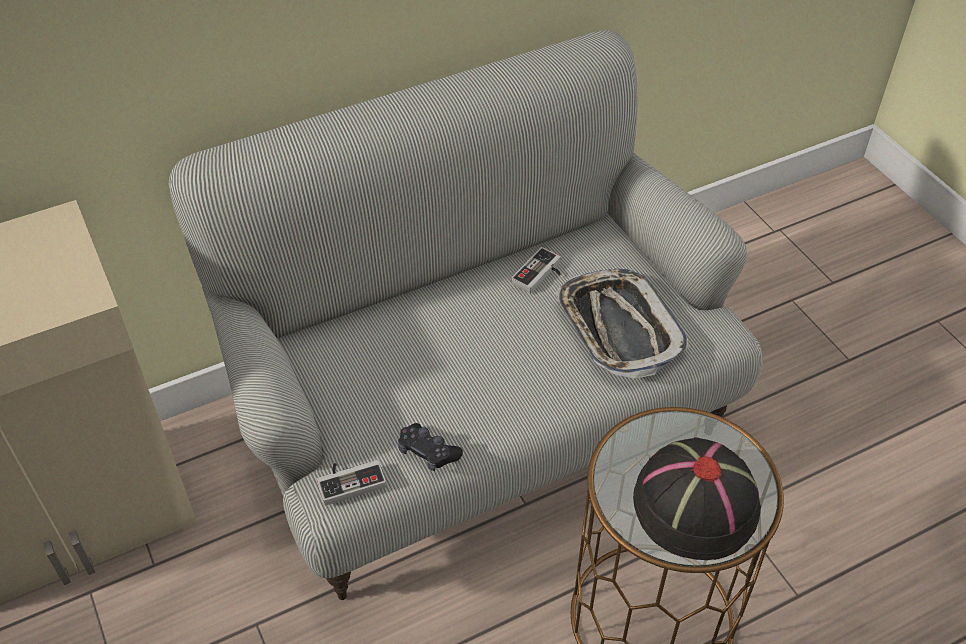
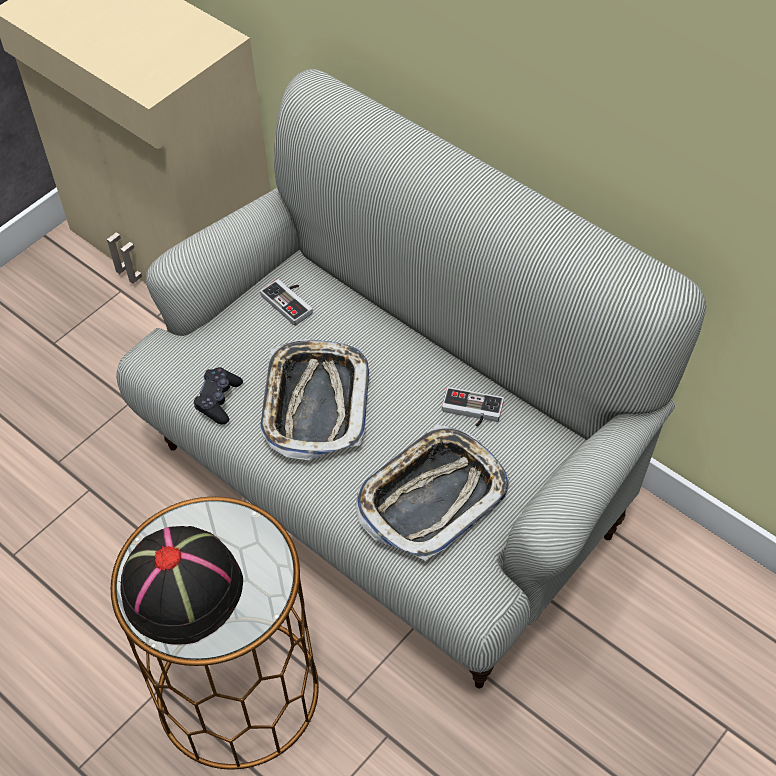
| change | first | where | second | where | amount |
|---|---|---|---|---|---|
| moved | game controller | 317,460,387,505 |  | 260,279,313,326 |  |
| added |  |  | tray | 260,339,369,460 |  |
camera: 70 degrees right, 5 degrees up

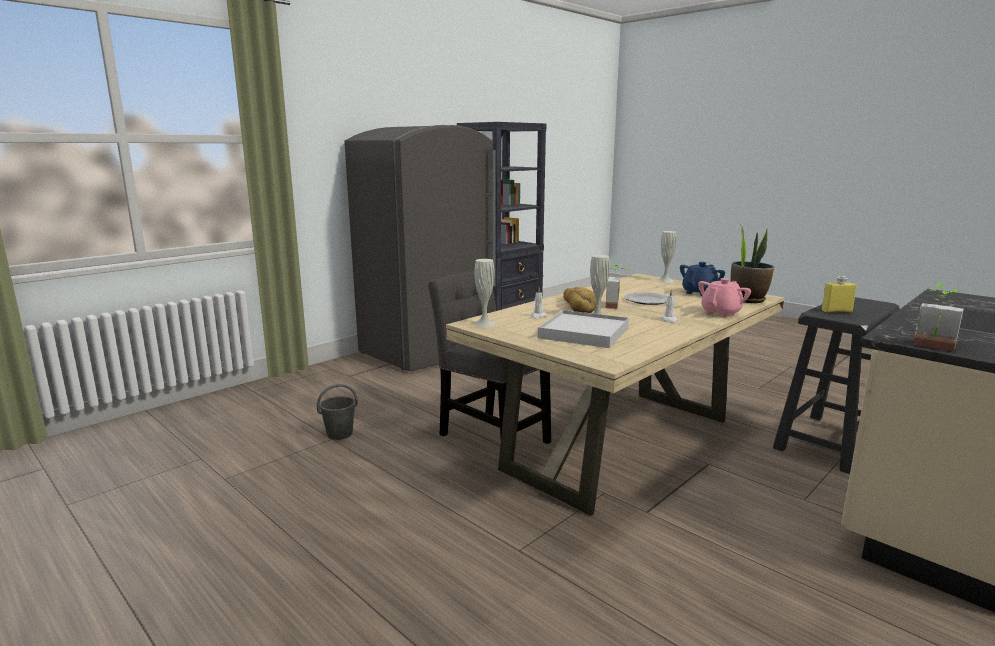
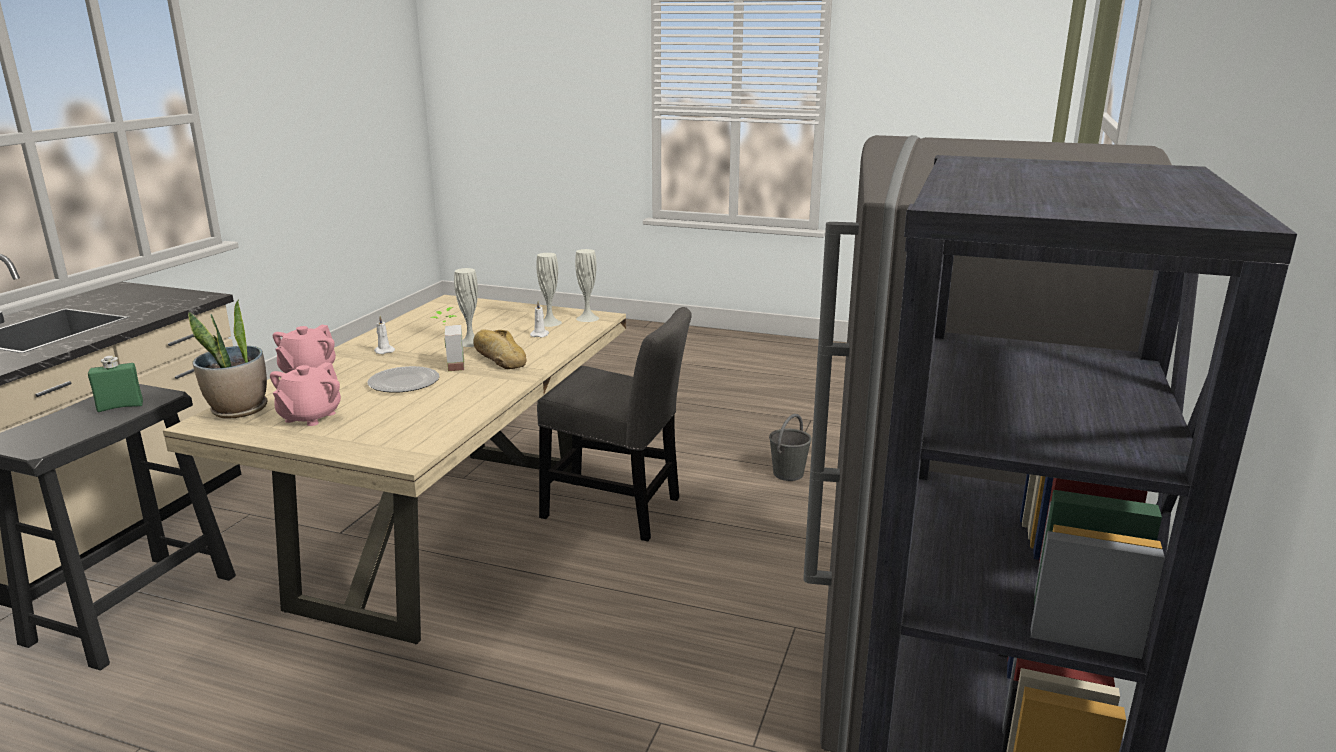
| change | first | where | second | where | amount |
|---|---|---|---|---|---|
| moved | vase/white | 657,231,677,283 |  | 536,253,562,327 |  |
| recoloured | teapot/blue | 680,262,725,296 | teapot/pink | 270,362,341,426 |  |
| recoloured | bottle/yellow | 822,276,857,312 | bottle/green | 88,356,143,412 |  |
| removed | potted plant | 913,283,964,351 |  |  |  |
| removed | tray/white | 538,310,629,348 |  |  |  |
camera: 155 degrees right, 5 degrees up

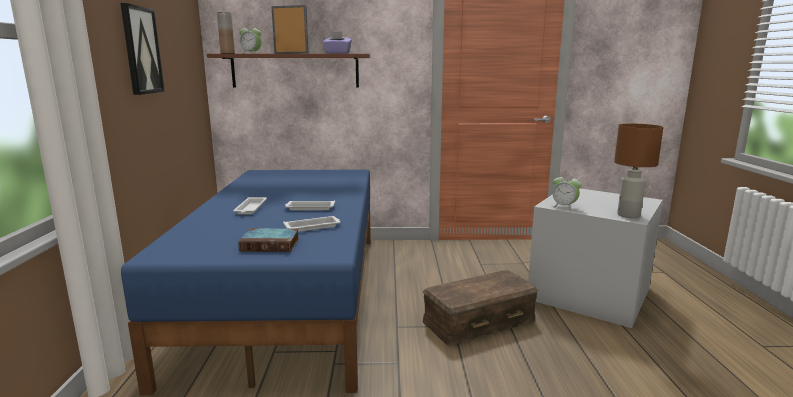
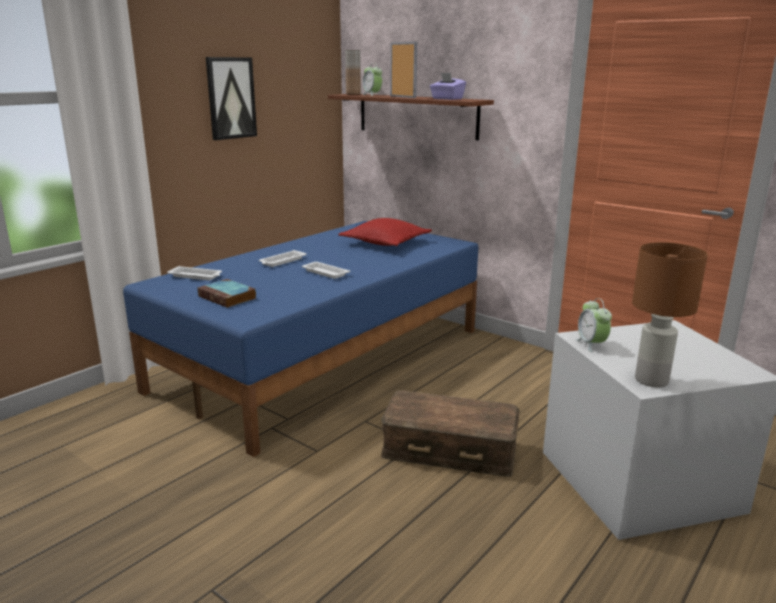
| change | first | where | second | where | amount |
|---|---|---|---|---|---|
| moved | tray/white | 283,216,340,232 |  | 167,266,222,281 |  |
| added |  |  | pillow/red | 338,218,432,246 |  |
camera: 40 degrees right, 5 degrees up

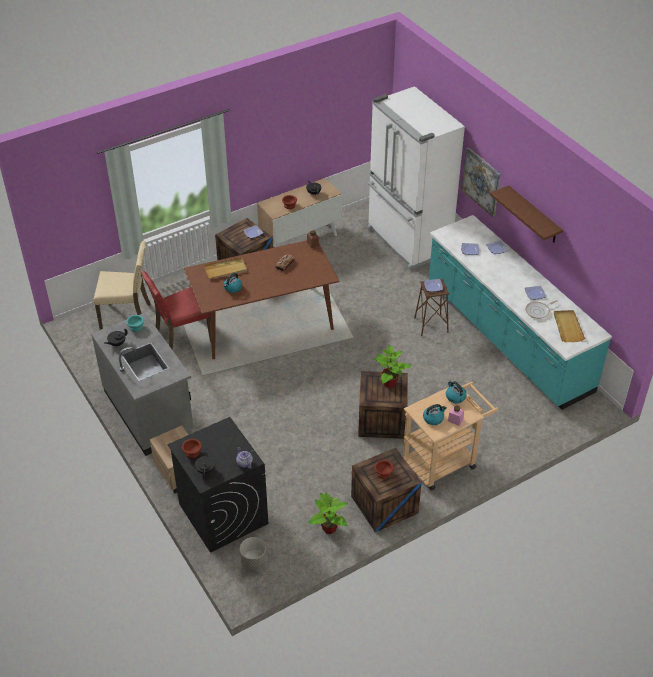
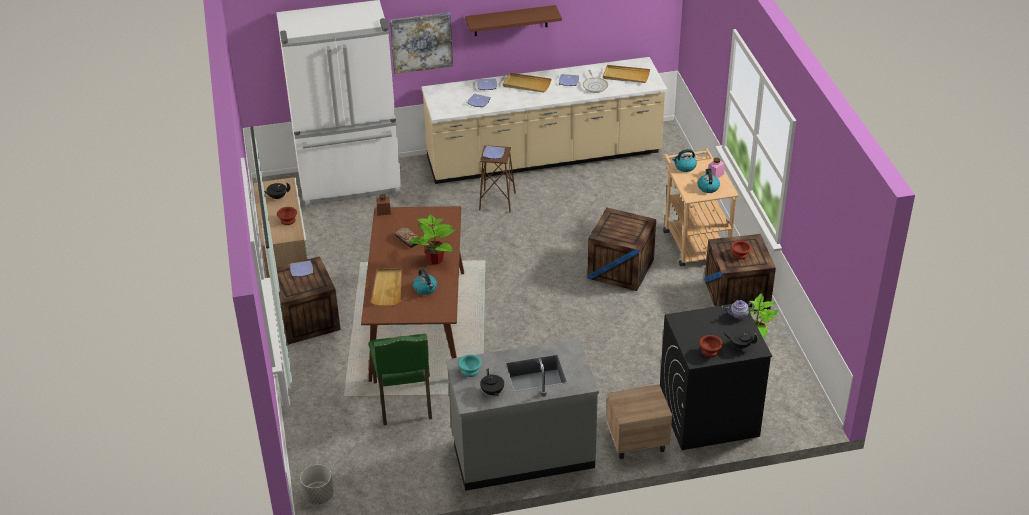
| change | first | where | second | where | amount |
|---|---|---|---|---|---|
| recoloured | counter/turquoise | 429,215,612,410 | counter/beige | 422,57,667,184 |  |
| removed | chair/beige | 93,241,151,330 |  |  |  |
| recoloured | chair/red | 141,271,211,349 | chair/green | 369,334,432,425 |  |
| moved | potted plant | 374,345,412,388 |  | 409,214,456,264 |  |
| moved | planter/grey | 240,537,267,571 |  | 300,465,334,505 |  |
| added |  |  | tray/beige | 503,73,552,93 |  |
camera: 70 degrees left, 5 degrees down

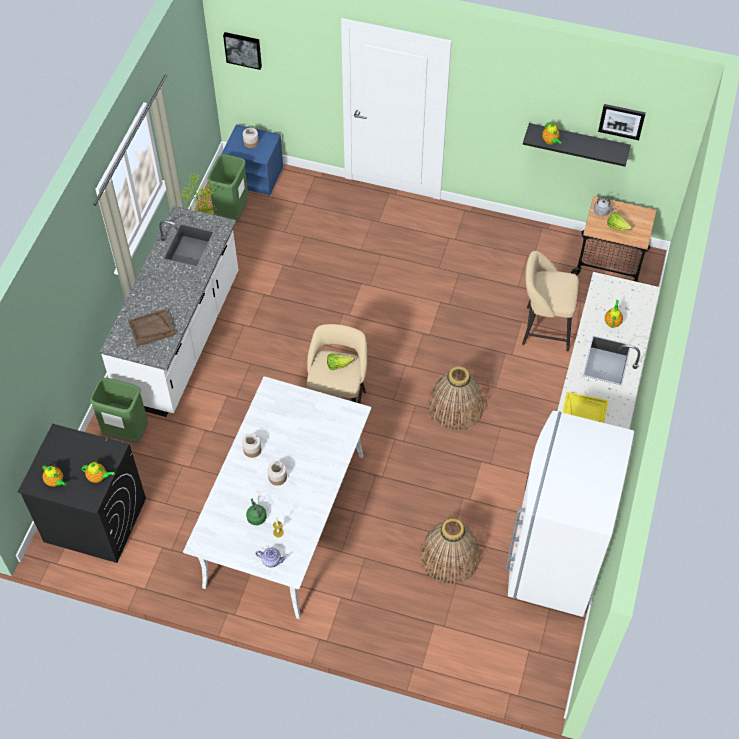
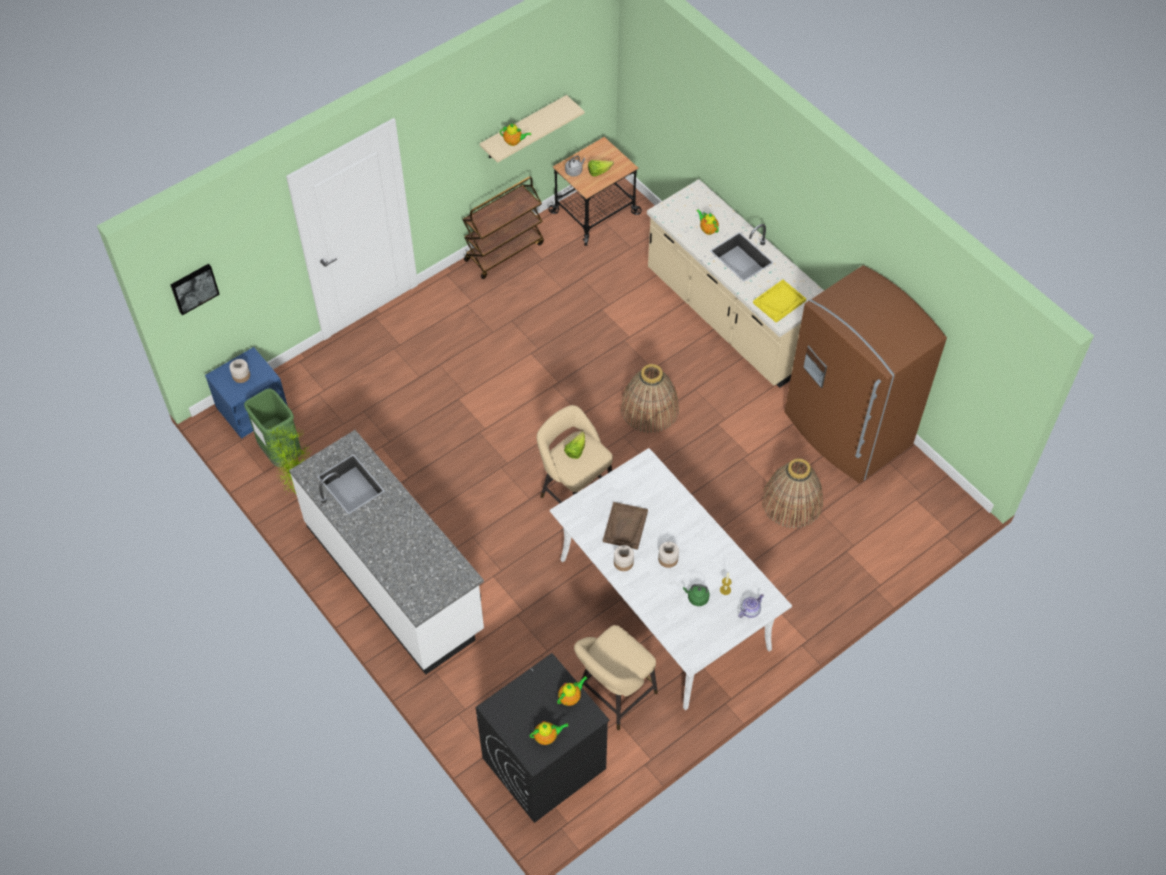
| change | first | where | second | where | amount |
|---|---|---|---|---|---|
| removed | picture | 598,104,646,140 |  |  |  |
| recoloured | shelf/black | 523,123,631,167 | shelf/beige | 480,95,585,163 |  |
| moved | stool/beige | 522,251,578,351 |  | 574,625,658,730 |  |
| moved | tray/brown | 128,309,176,347 |  | 603,502,648,550 |  |
| removed | trash can/green | 90,378,148,443 |  |  |  |
| recoloured | fridge/white | 506,411,634,617 | fridge/brown | 784,265,947,483 |  |
| added |  |  | cart/brown | 463,177,544,279 |  |
camera: 55 degrees left, 0 degrees up

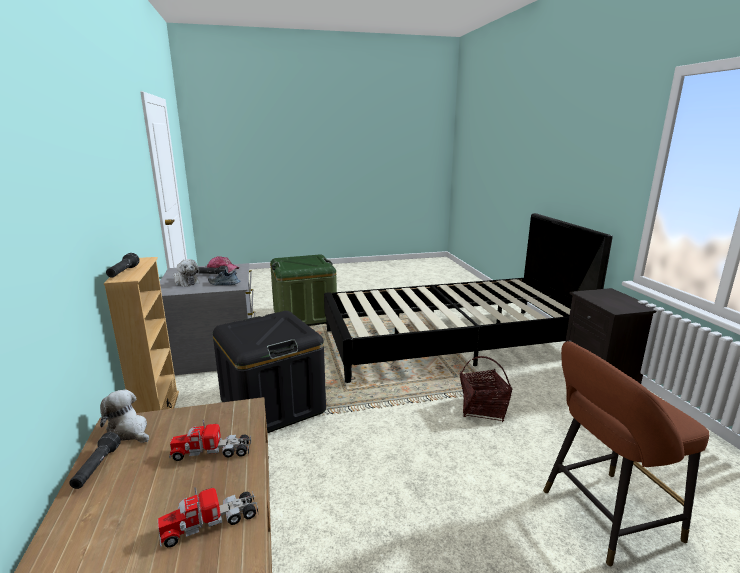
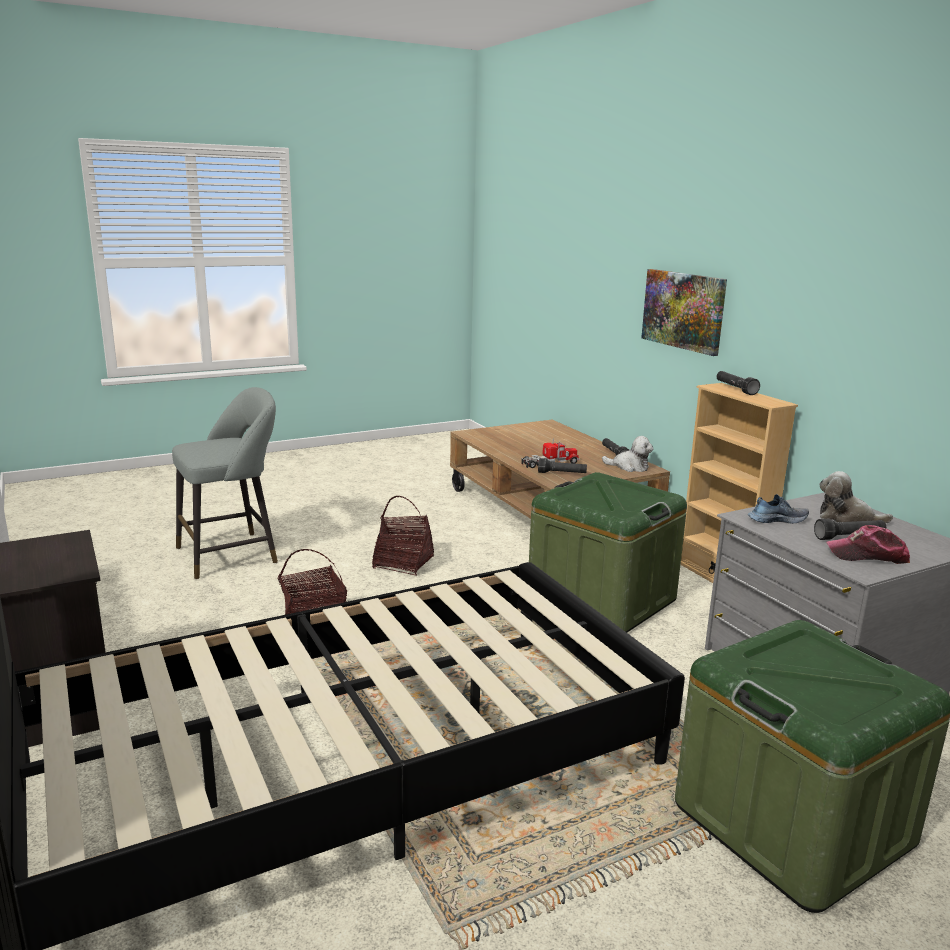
| change | first | where | second | where | amount |
|---|---|---|---|---|---|
| recoloured | storage box/black | 213,311,326,433 | storage box/green | 529,472,687,633 |  |
| recoloured | stool/brown | 543,341,709,566 | stool/grey | 172,387,278,579 |  |
| removed | toy truck | 158,487,258,547 |  |  |  |
| added |  |  | picture | 641,269,727,356 |  |
| added |  |  | flashlight/black | 538,458,587,473 |  |
| added |  |  | basket | 372,496,434,576 |  |
camera: 165 degrees right, 0 degrees up

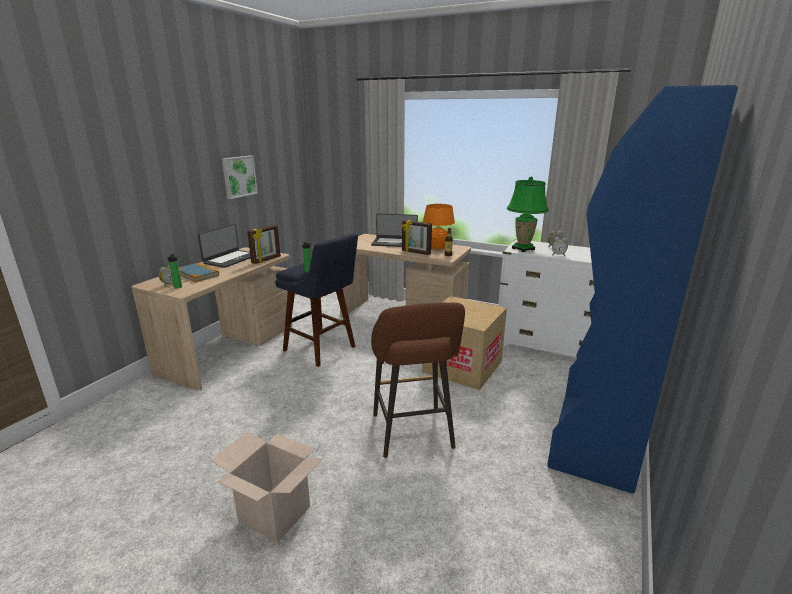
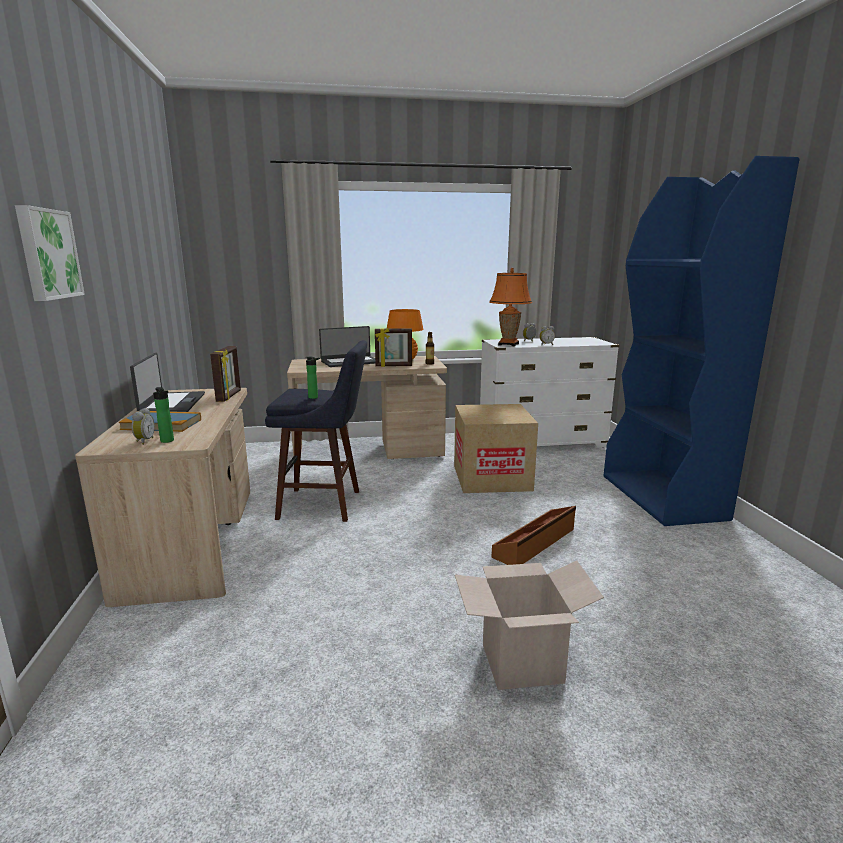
| change | first | where | second | where | amount |
|---|---|---|---|---|---|
| moved | picture | 222,156,258,199 |  | 15,205,85,301 |  |
| recoloured | table lamp/green | 507,177,549,252 | table lamp/orange | 490,268,532,346 |  |
| replaced | stool/brown | 371,303,465,458 | storage box/brown | 491,506,576,565 |  |
camera: 35 degrees left, 5 degrees down

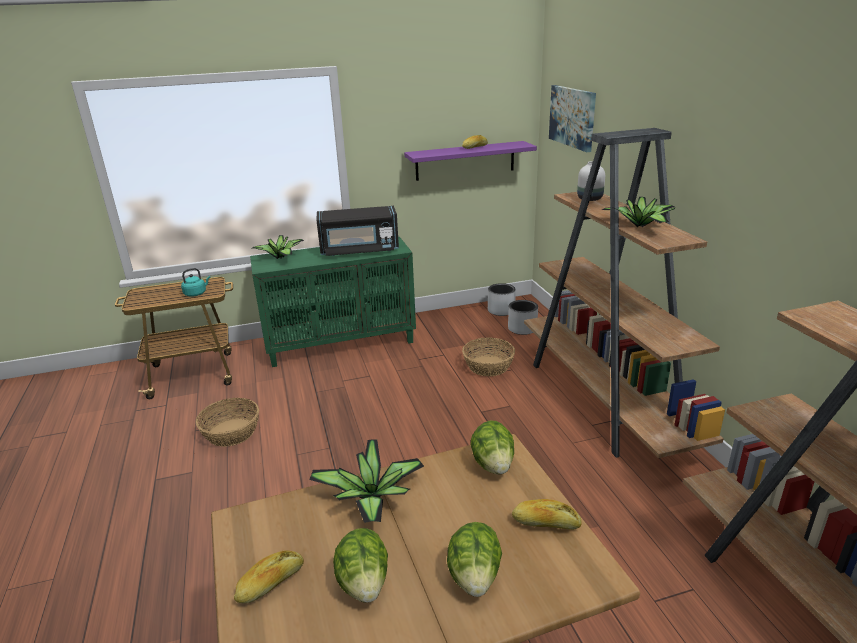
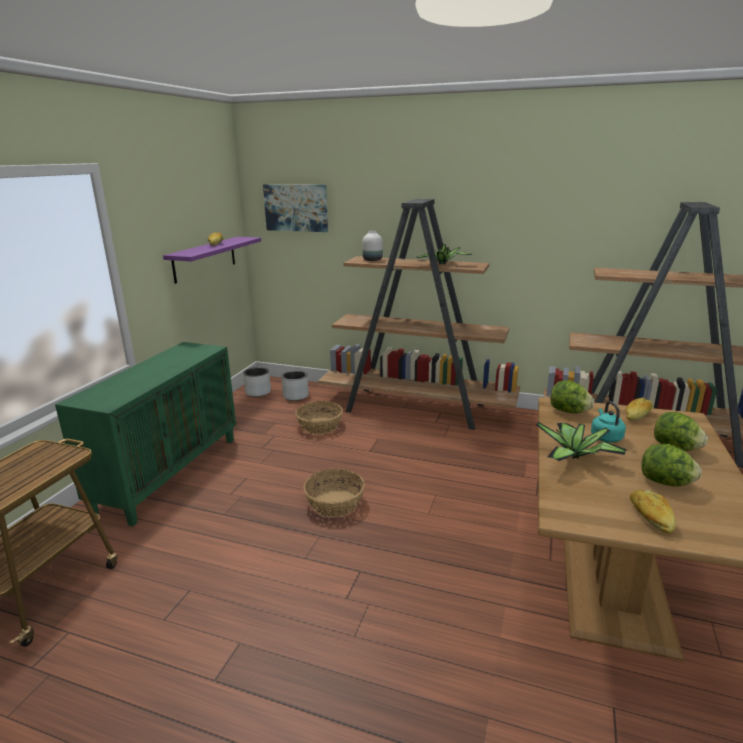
| change | first | where | second | where | amount |
|---|---|---|---|---|---|
| removed | microwave/black | 316,206,399,256 |  |  |  |
| removed | potted plant | 251,235,304,259 |  |  |  |
| moved | kettle/turquoise | 181,268,210,297 |  | 591,401,626,443 |  |
| moved | basket | 196,398,259,447 |  | 303,468,365,517 |  |
camera: 55 degrees left, 5 degrees down

